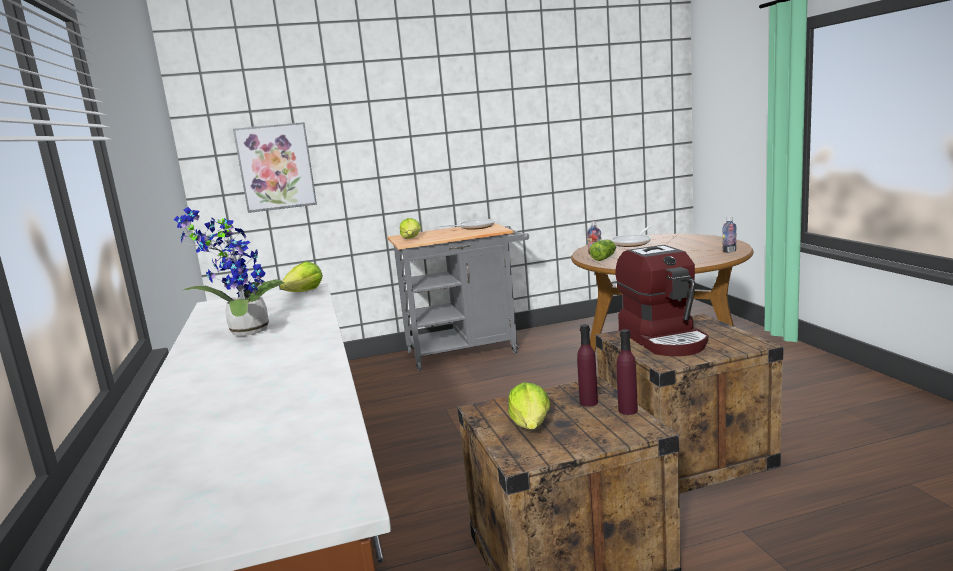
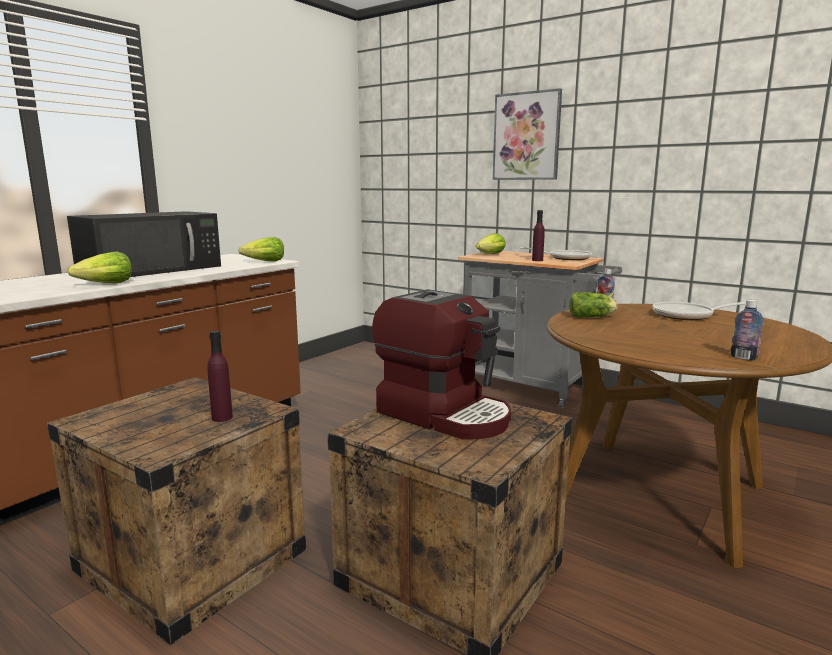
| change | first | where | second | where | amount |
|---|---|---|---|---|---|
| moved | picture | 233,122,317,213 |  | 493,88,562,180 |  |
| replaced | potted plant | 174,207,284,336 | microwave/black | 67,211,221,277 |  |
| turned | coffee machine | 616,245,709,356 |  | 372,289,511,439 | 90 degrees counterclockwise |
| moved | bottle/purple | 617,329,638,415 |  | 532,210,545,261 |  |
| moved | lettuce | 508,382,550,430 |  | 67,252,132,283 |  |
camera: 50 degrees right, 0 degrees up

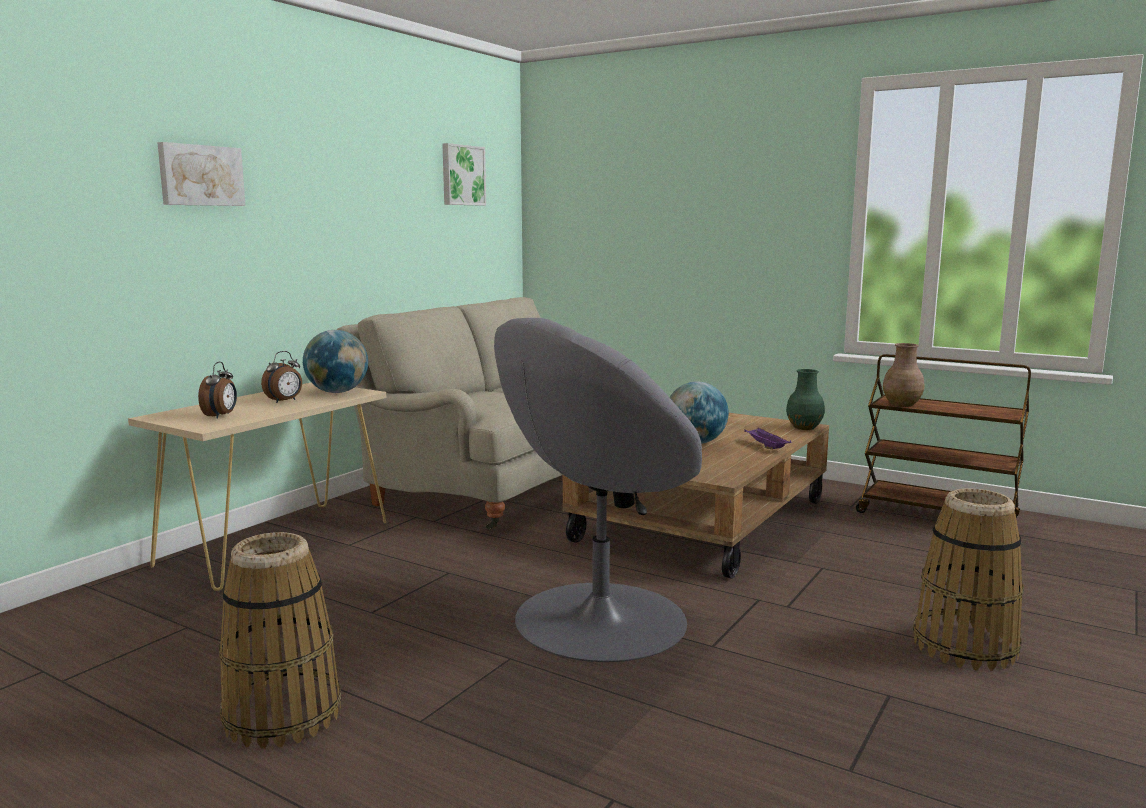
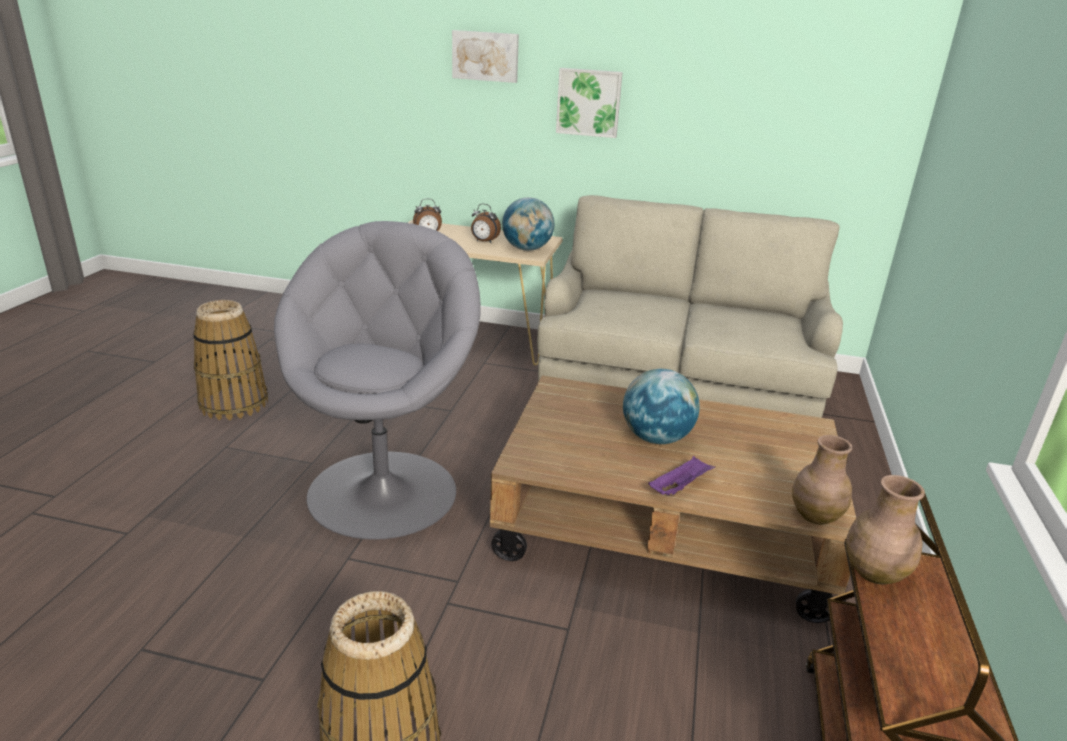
| change | first | where | second | where | amount |
|---|---|---|---|---|---|
| moved | picture | 442,143,486,206 |  | 556,68,623,138 |  |
| turned | armchair/grey | 494,318,702,662 |  | 274,221,481,540 | 75 degrees clockwise |
| recoloured | vase/green | 786,369,825,430 | vase/brown | 792,435,852,525 |  |
camera: 70 degrees right, 15 degrees up

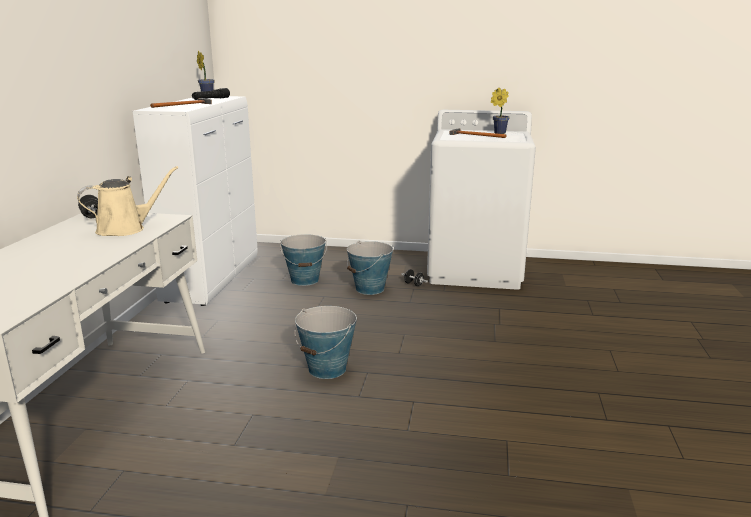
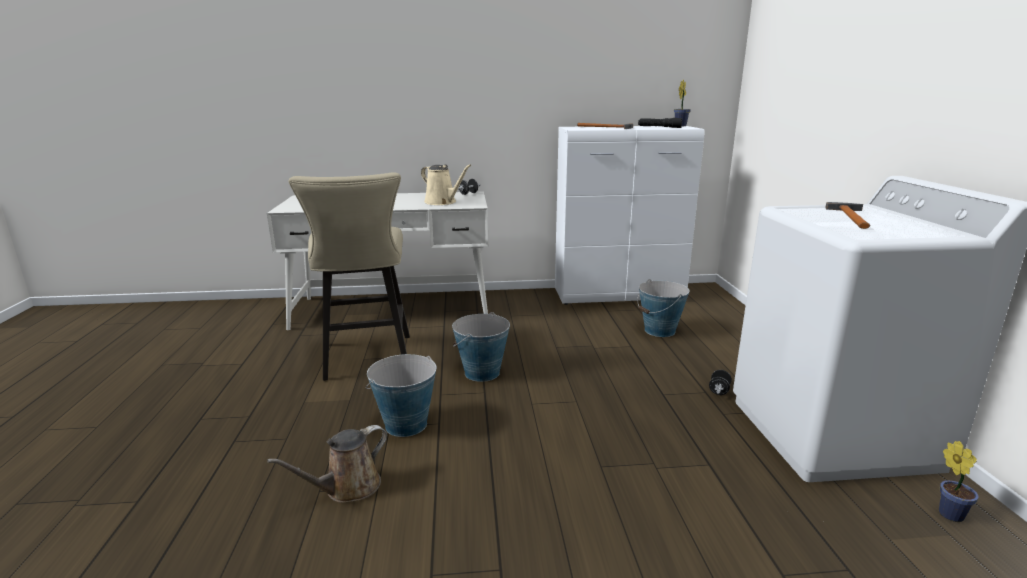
| change | first | where | second | where | amount |
|---|---|---|---|---|---|
| moved | potted plant | 491,87,510,134 |  | 939,441,979,522 |  |
| moved | bucket | 347,241,393,295 |  | 366,354,436,437 |  |
| added |  |  | stool/beige | 288,172,410,381 |  |
| added |  |  | watering can/brown | 267,425,387,503 |  |
camera: 75 degrees right, 0 degrees up

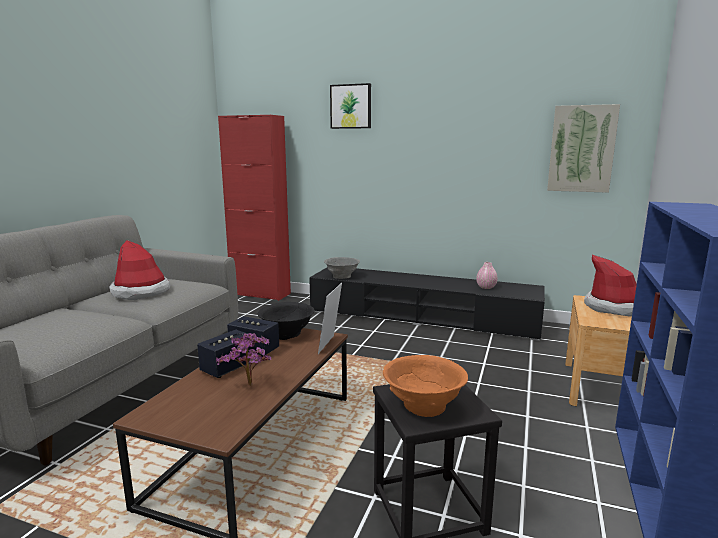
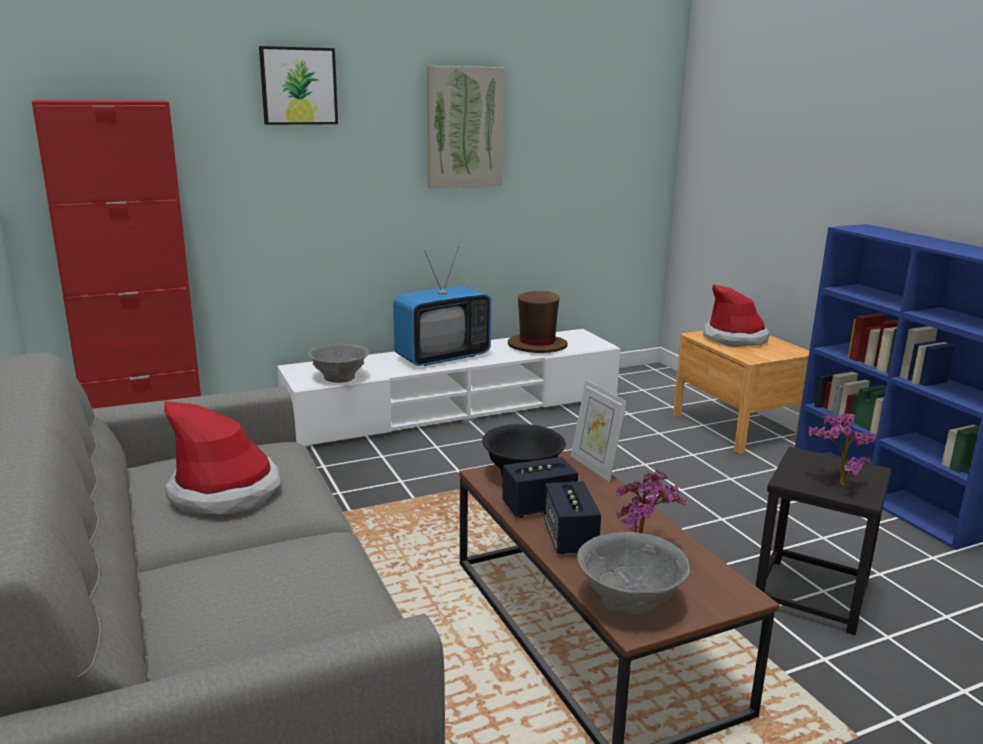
| change | first | where | second | where | amount |
|---|---|---|---|---|---|
| moved | picture | 547,104,620,193 |  | 427,66,504,188 |  |
| replaced | vase/pink | 476,262,498,289 | hat/brown | 508,291,568,353 |  |
| recoloured | tv stand/black | 309,267,545,341 | tv stand/white | 277,329,620,448 |  |
| replaced | bowl/orange | 383,355,468,417 | potted plant | 808,413,876,486 |  |
| added |  |  | television | 393,247,491,366 |  |
| added |  |  | bowl/grey | 577,532,690,616 |  |
camera: 45 degrees left, 5 degrees up

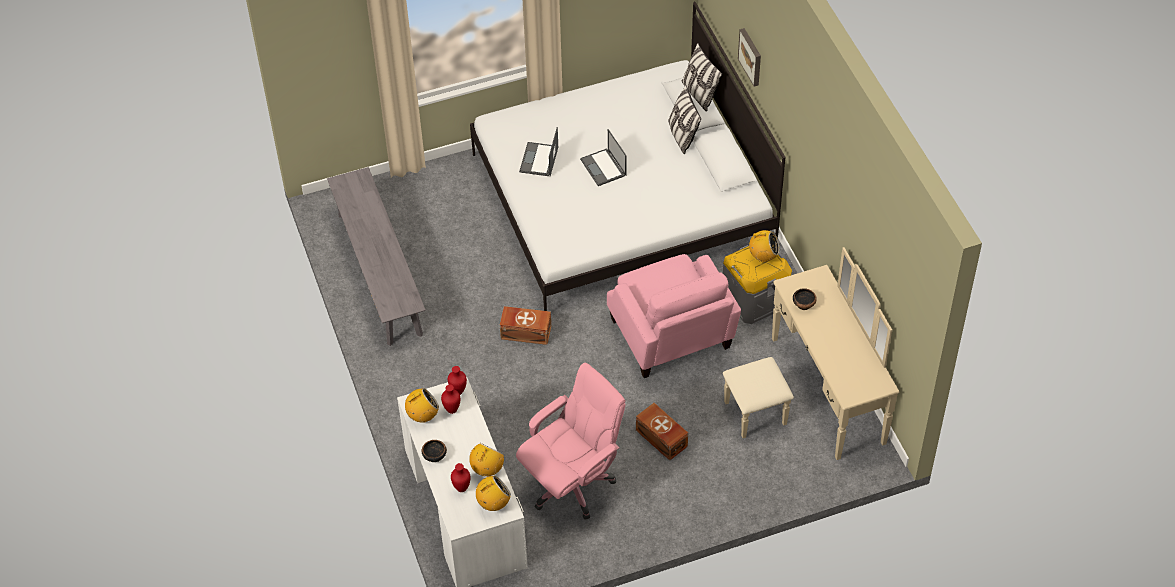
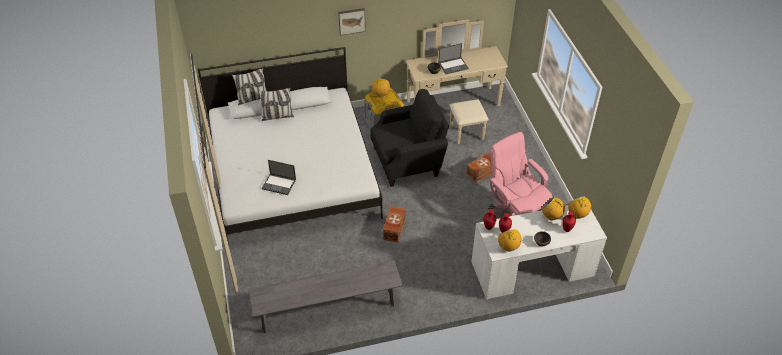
| change | first | where | second | where | amount |
|---|---|---|---|---|---|
| moved | picture | 738,28,761,87 |  | 338,8,366,35 |  |
| moved | laptop | 580,129,626,186 |  | 438,43,469,74 |  |
| recoloured | armchair/pink | 607,254,741,378 | armchair/black | 370,89,449,187 |  |
camera: 85 degrees left, 5 degrees down

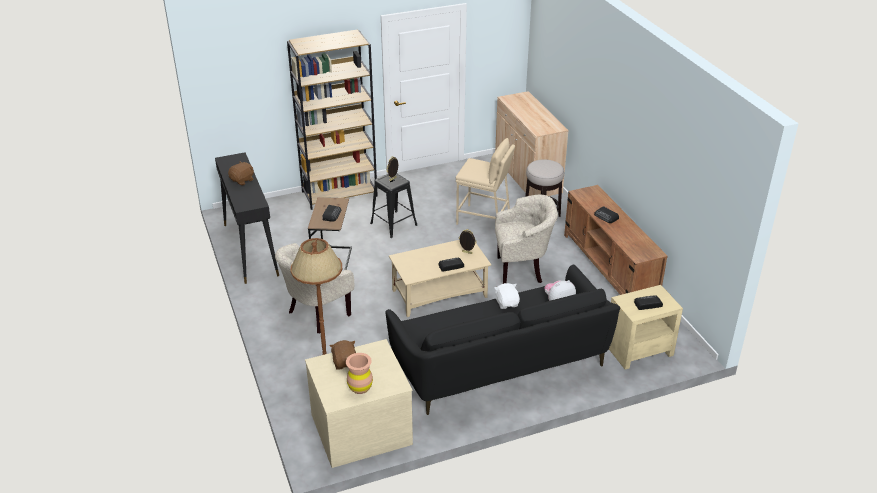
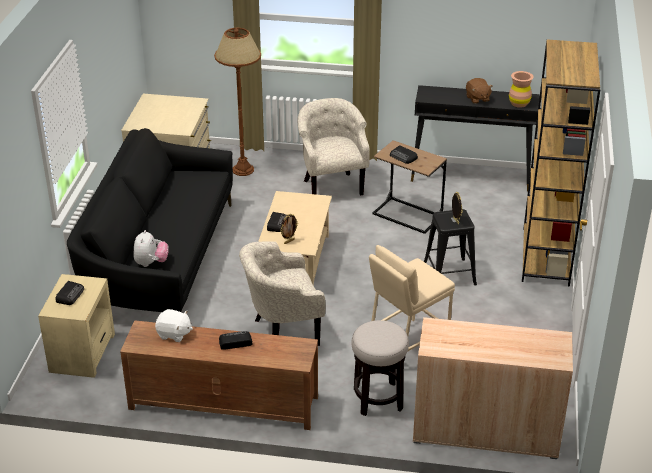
| change | first | where | second | where | amount |
|---|---|---|---|---|---|
| turned | armchair/beige | 495,195,558,284 |  | 239,241,326,346 | 45 degrees clockwise |
| moved | plush toy/white | 494,283,520,309 |  | 155,309,193,342 |  |
| removed | plush toy/brown | 329,340,356,370 |  |  |  |
| moved | vase/brown | 346,353,373,394 |  | 509,71,534,108 |  |
camera: 120 degrees right, 0 degrees up

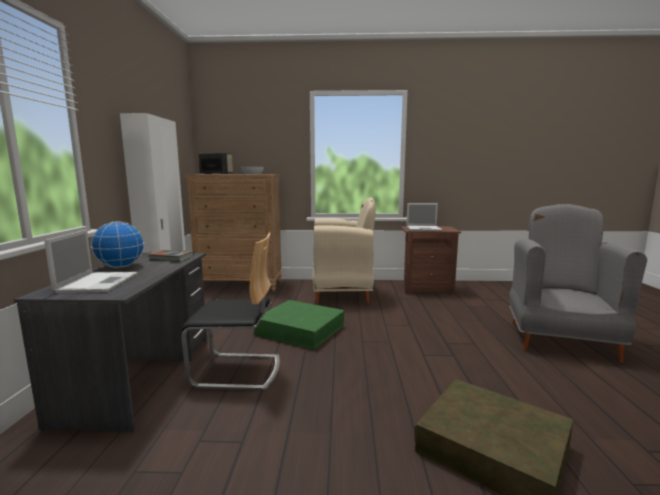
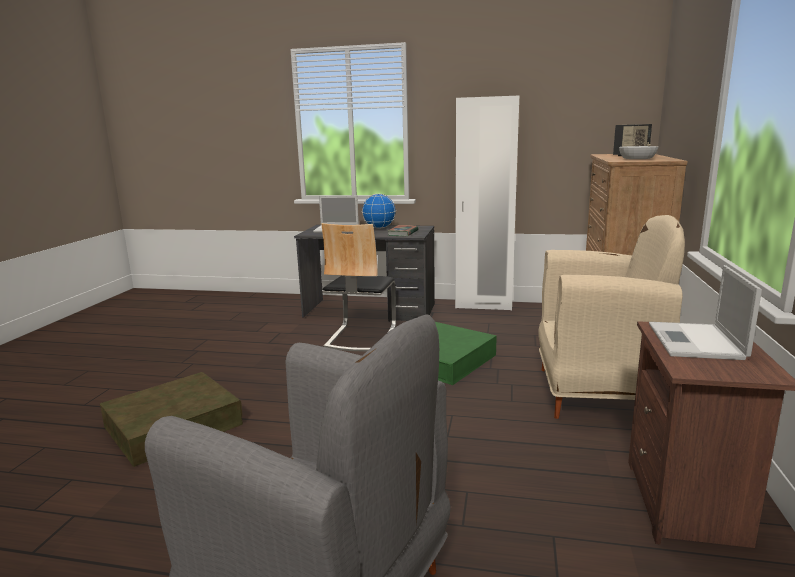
| change | first | where | second | where | amount |
|---|---|---|---|---|---|
| turned | armchair/beige | 312,197,376,305 |  | 538,215,685,419 | 90 degrees counterclockwise |
camera: 100 degrees right, 5 degrees up

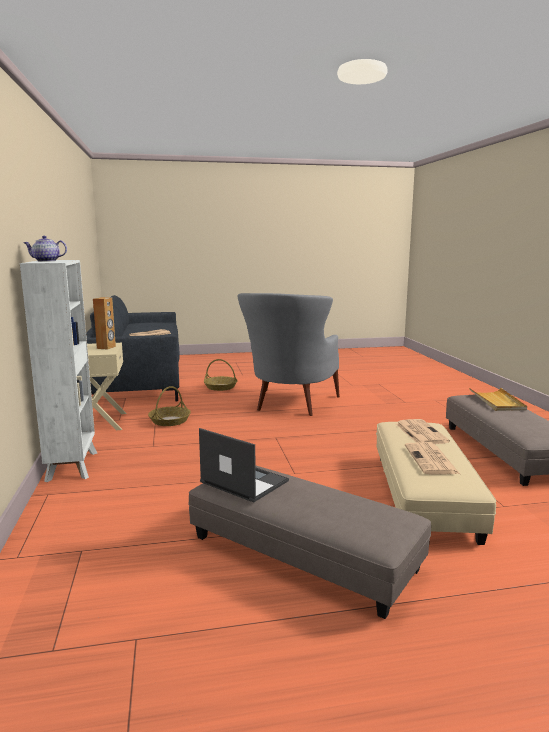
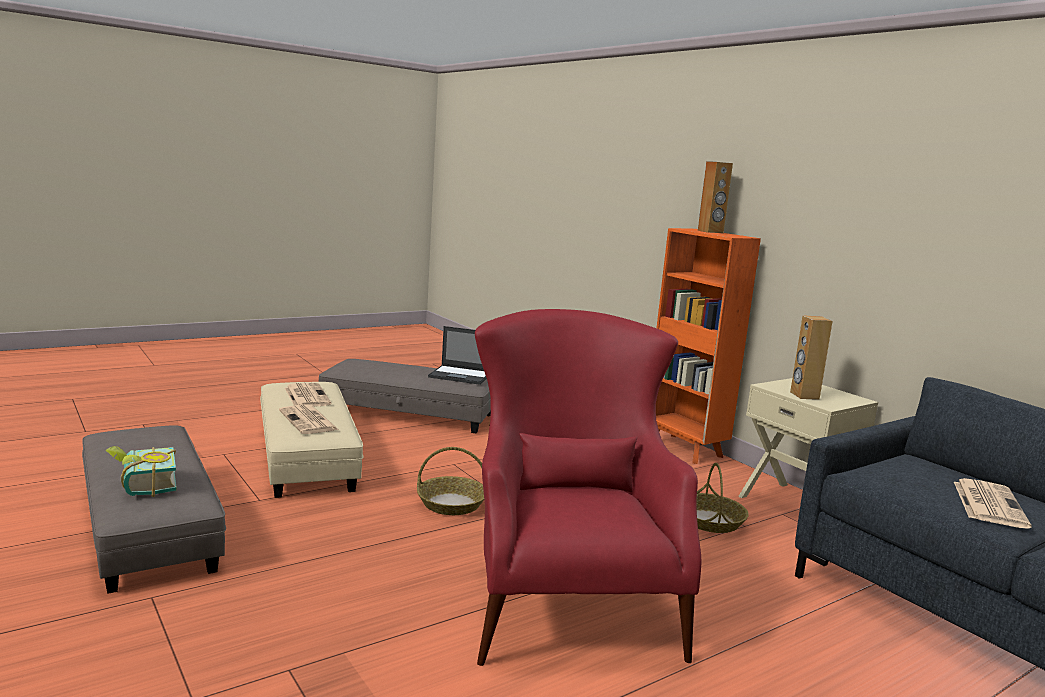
| change | first | where | second | where | amount |
|---|---|---|---|---|---|
| replaced | teapot | 24,236,67,262 | speaker/brown | 698,161,733,233 |  |
| recoloured | bookcase/white | 20,260,97,482 | bookcase/orange | 656,228,761,464 |  |
| recoloured | armchair/grey | 237,293,340,416 | armchair/red | 475,309,701,666 |  |
| moved | basket | 204,359,238,391 |  | 417,447,484,515 |  |
| replaced | tray/beige | 469,388,527,411 | book | 105,446,177,497 |  |
camera: 155 degrees right, 0 degrees up

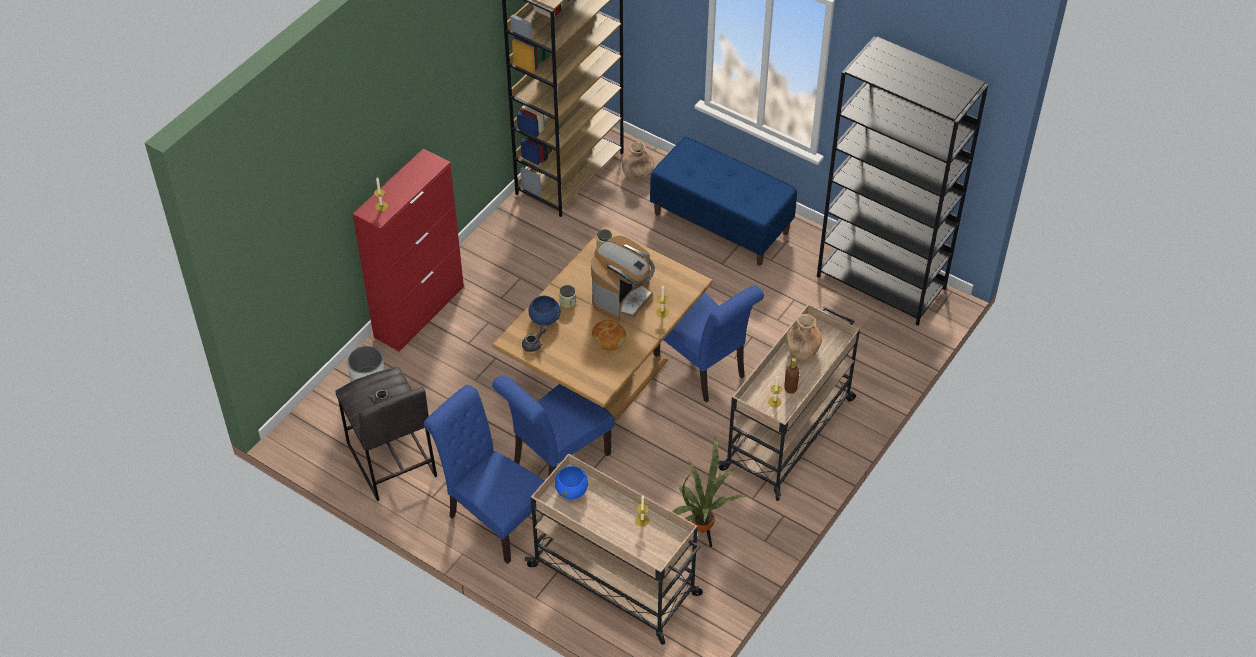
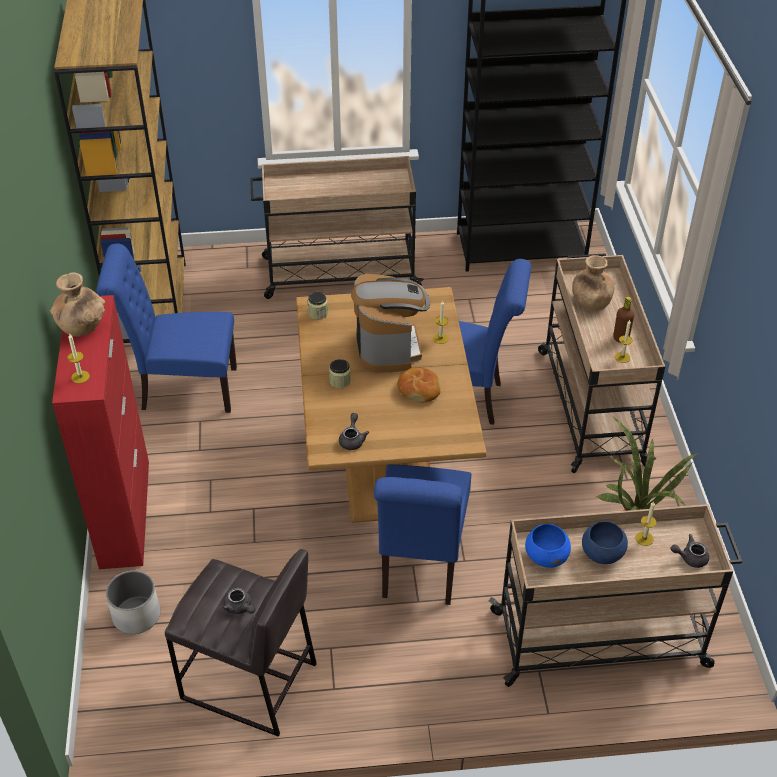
| change | first | where | second | where | amount |
|---|---|---|---|---|---|
| replaced | bench/blue | 650,137,797,265 | cart/beige | 250,156,424,299 |  |
| moved | vase/brown | 622,142,654,181 |  | 50,272,105,337 |  |
| moved | bowl/blue | 529,296,561,325 |  | 582,521,628,564 |  |
| moved | chair/blue | 424,385,544,564 |  | 97,244,237,413 |  |
| added |  |  | teapot/grey | 671,534,709,568 |  |
camera: 40 degrees left, 5 degrees down

